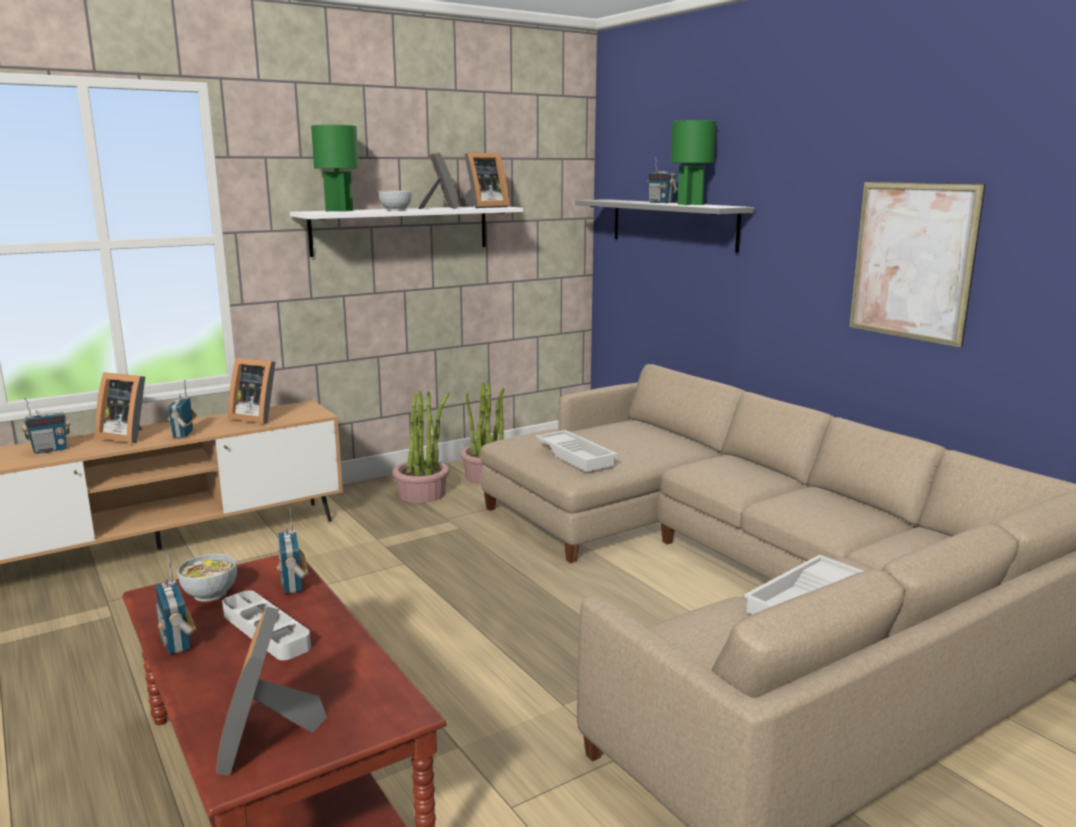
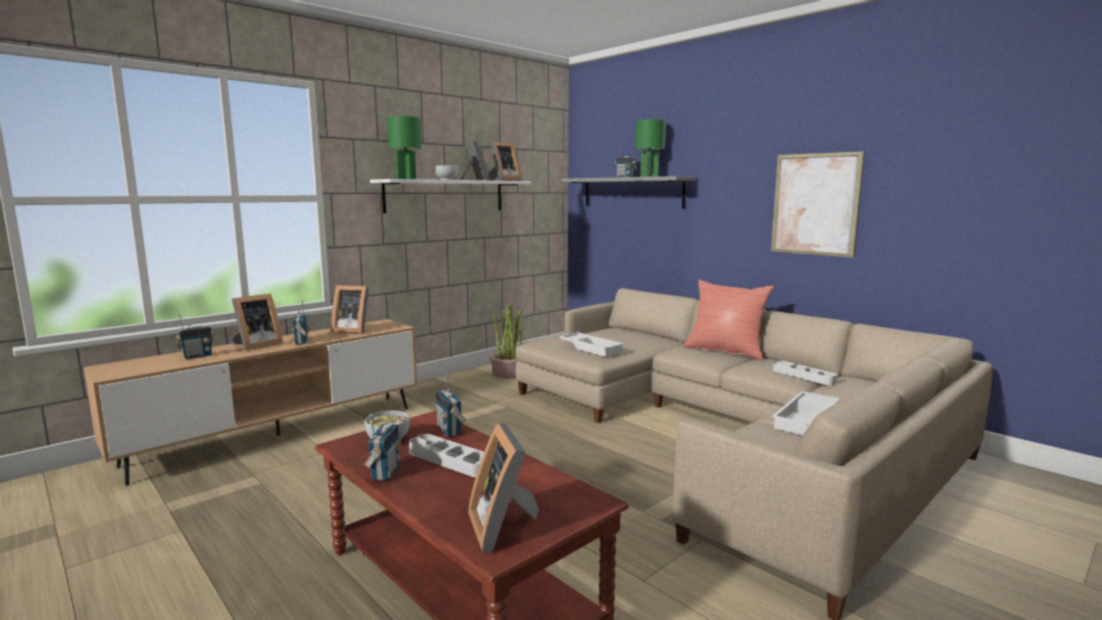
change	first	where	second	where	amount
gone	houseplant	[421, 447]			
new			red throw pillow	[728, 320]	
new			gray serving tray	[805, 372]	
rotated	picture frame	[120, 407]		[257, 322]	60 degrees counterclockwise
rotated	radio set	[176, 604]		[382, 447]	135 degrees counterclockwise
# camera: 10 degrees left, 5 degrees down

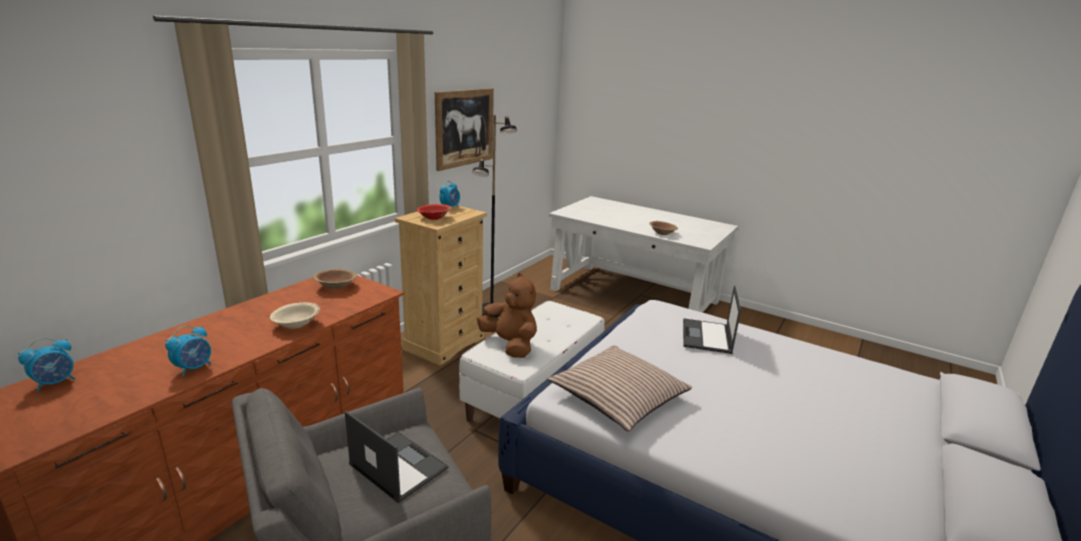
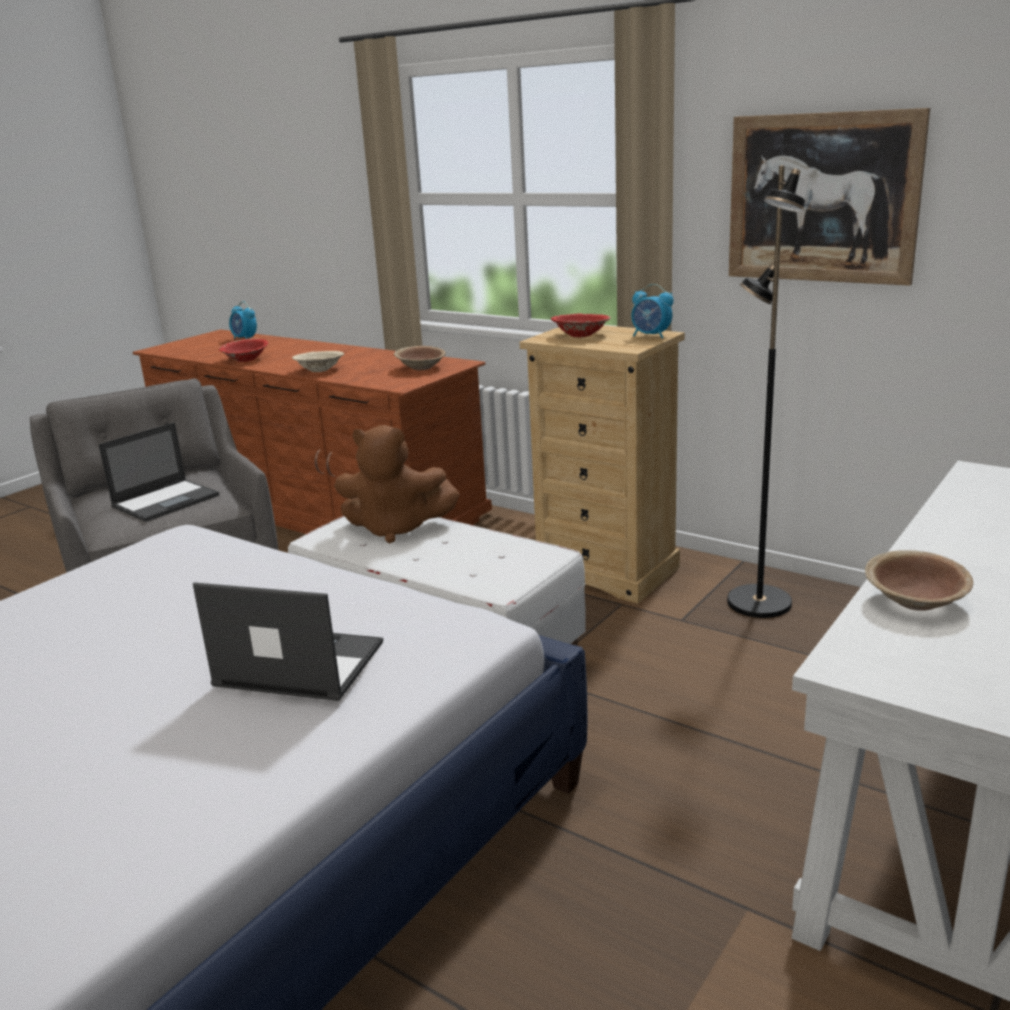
change	first	where	second	where	amount
gone	throw pillow	[620, 388]			
swapped	table clock	[188, 351]	red deep dish	[243, 350]	
rotated	brown-coloured soft toy	[507, 315]		[397, 484]	45 degrees clockwise
# camera: 95 degrees right, 0 degrees up

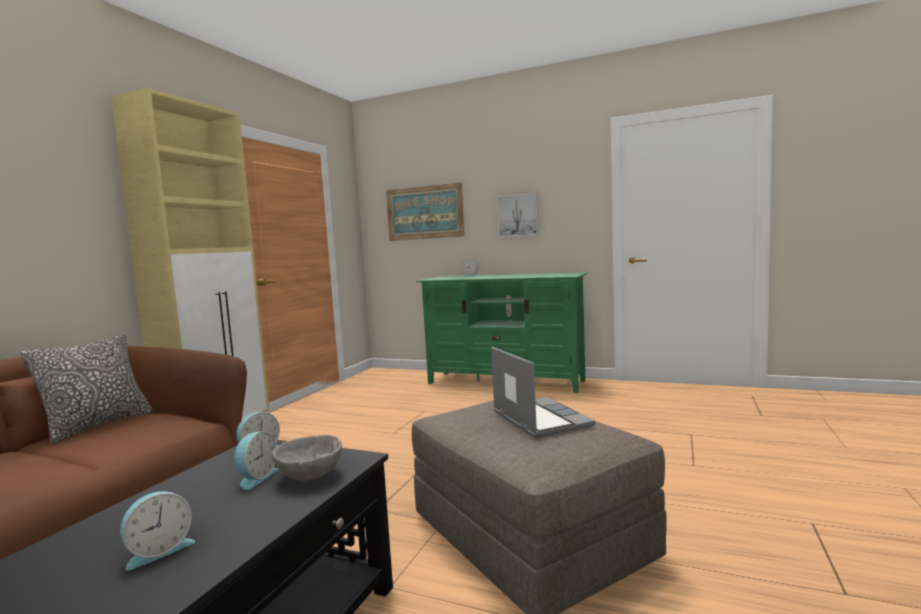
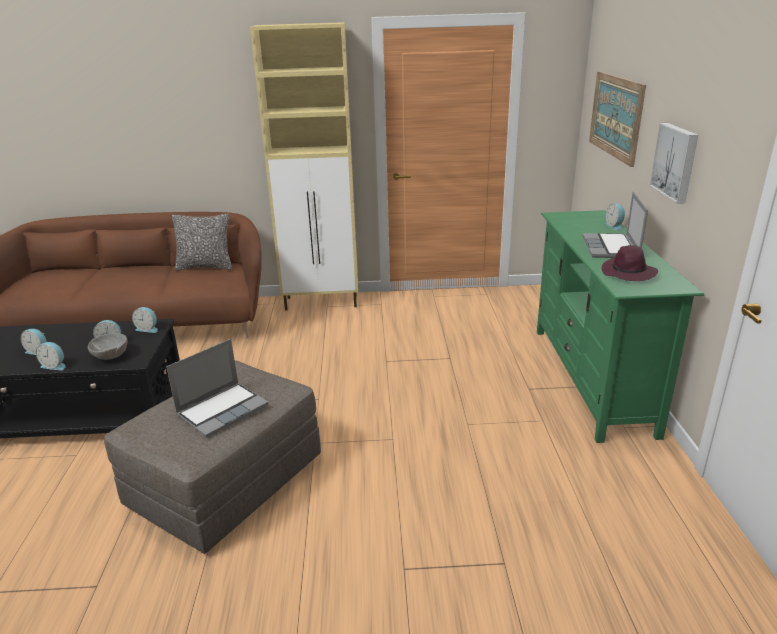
change	first	where	second	where	amount
new			table clock	[51, 356]	
new			notebook computer	[615, 225]	
new			purple hat	[629, 263]	
# camera: 65 degrees right, 20 degrees up

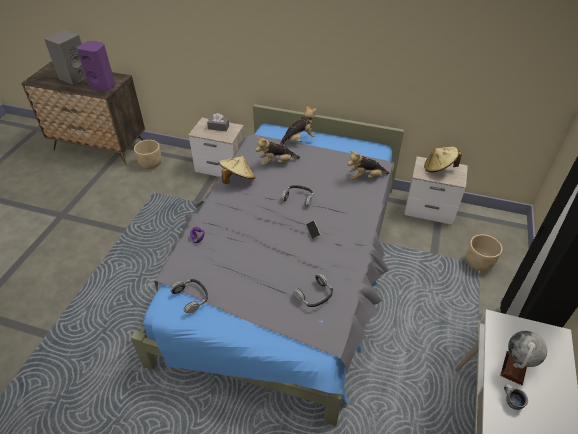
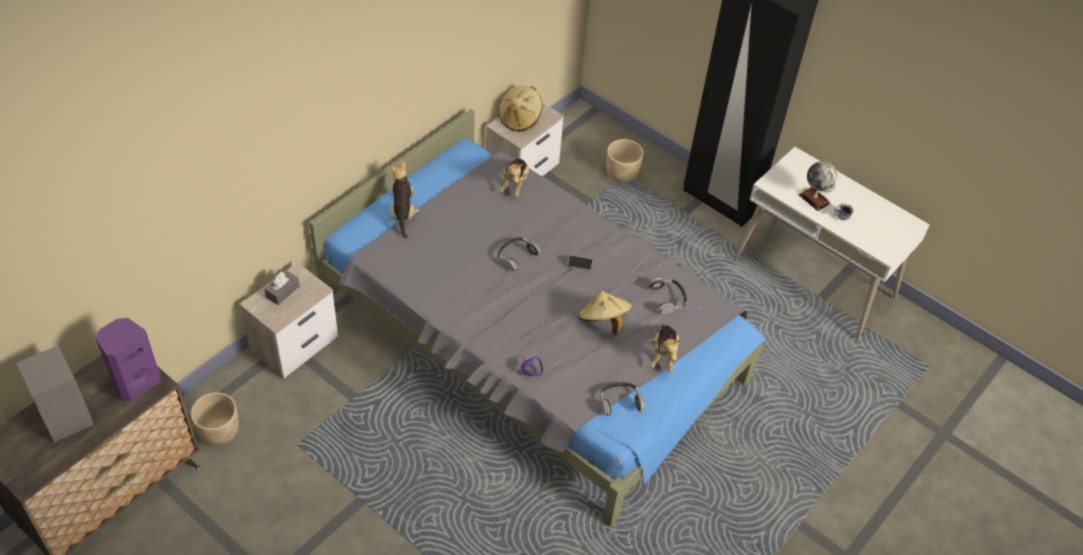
change	first	where	second	where	amount
shifted	beige hat	[236, 170]		[605, 312]	
shifted	soft toy	[278, 151]		[664, 348]	
# camera: 70 degrees left, 5 degrees up

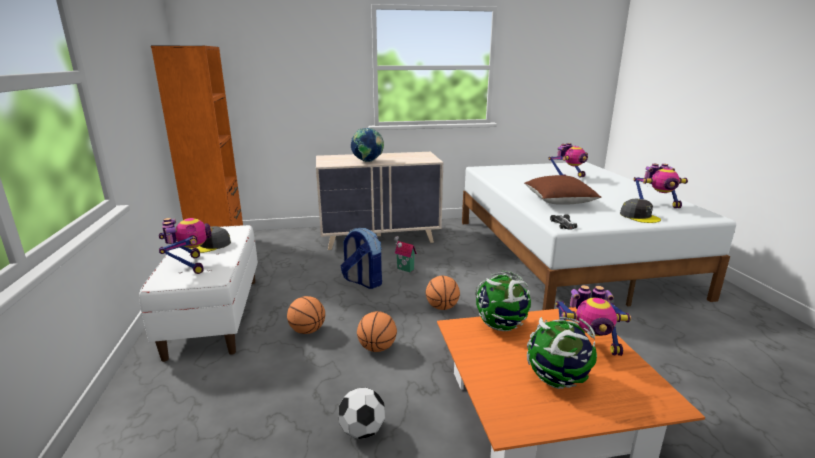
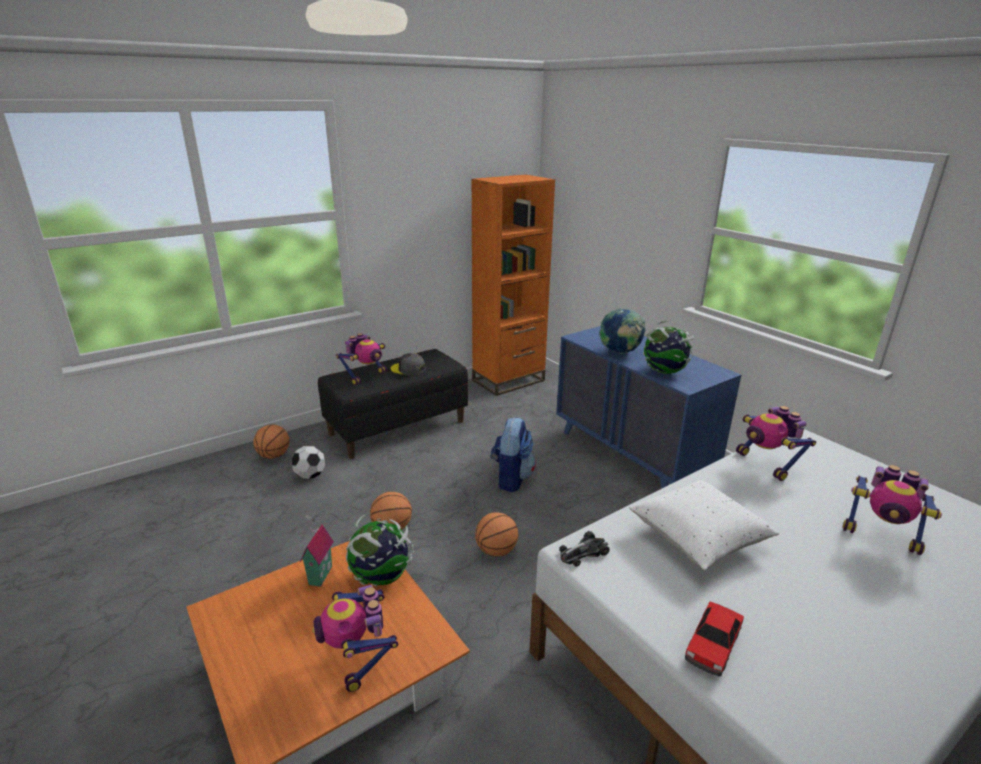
change	first	where	second	where	amount
shifted	basketball ball	[306, 315]		[271, 442]	
shifted	ball for football	[361, 413]		[308, 462]	
shifted	miniature house	[405, 254]		[317, 550]	
shifted	desk globe	[562, 353]		[669, 347]	
shifted	model robot	[660, 186]		[776, 443]	
swapped	gray peaked cap	[640, 211]	model car	[714, 639]	
repainted	white bench	[198, 293]	black bench	[393, 404]	
repainted	beige chest of drawers	[379, 201]	bluish chest of drawers	[648, 407]	
repainted	brown-coloured throw pillow	[563, 190]	white throw pillow	[704, 525]	
# camera: 65 degrees right, 5 degrees up

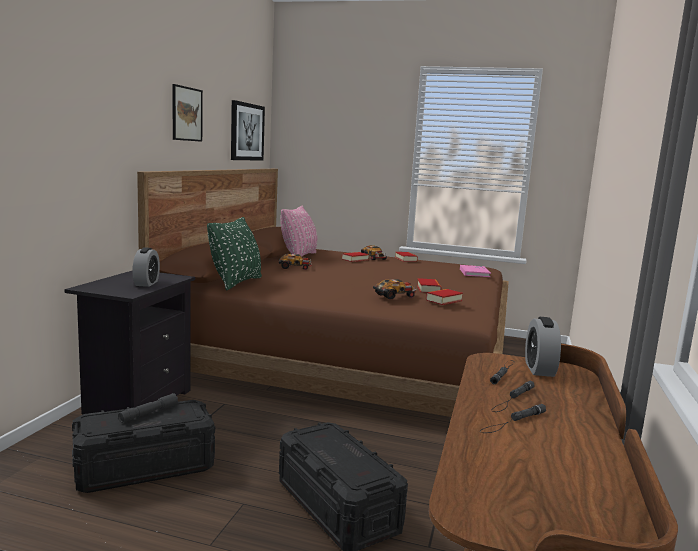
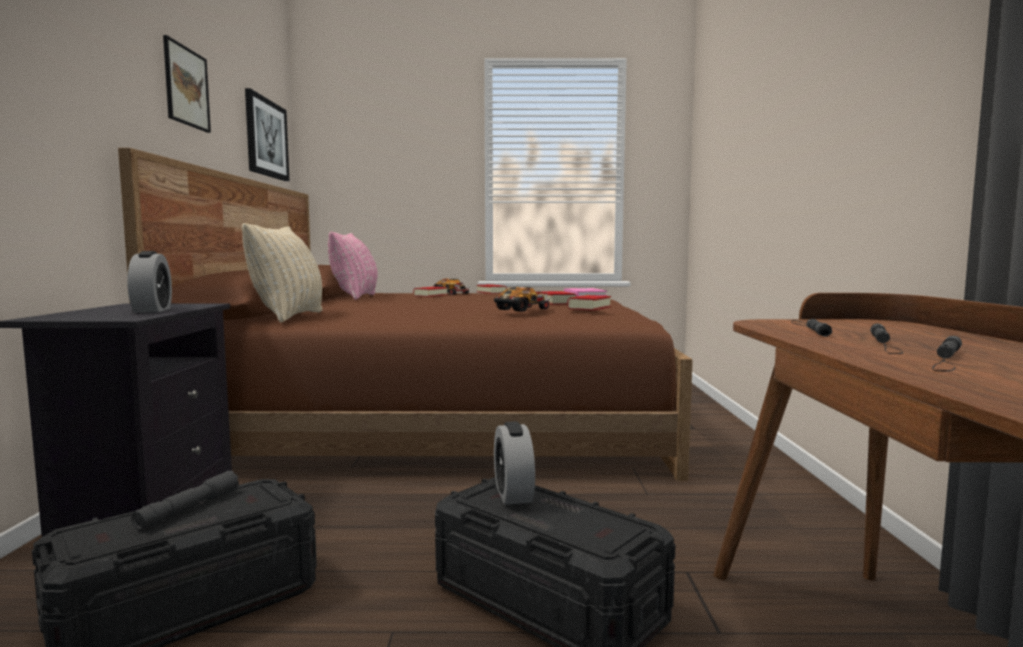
change	first	where	second	where	amount
gone	model car	[295, 262]			
shifted	table clock	[543, 347]		[514, 463]	
repainted	greenish throw pillow	[234, 253]	beige throw pillow	[282, 273]	
# camera: 15 degrees left, 5 degrees down

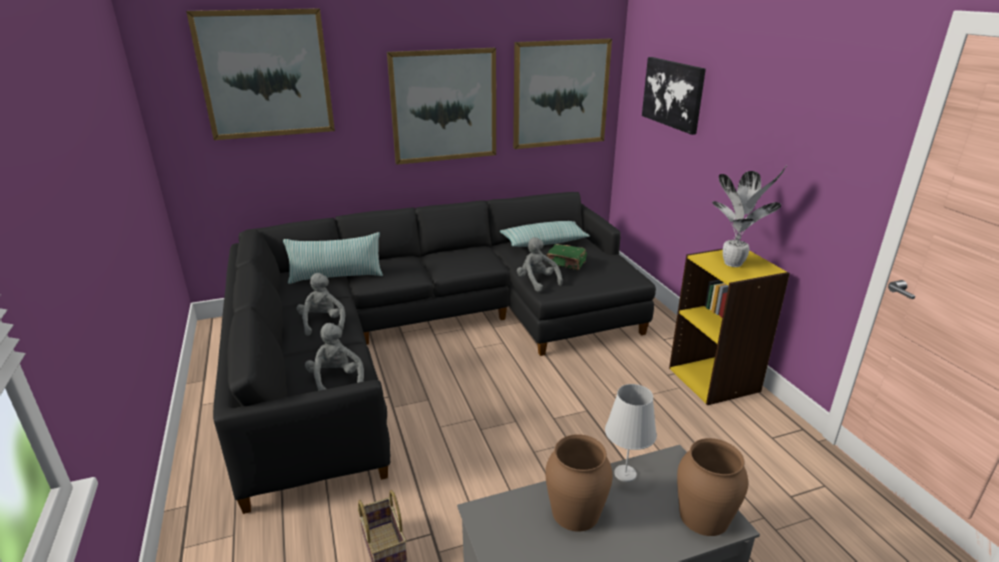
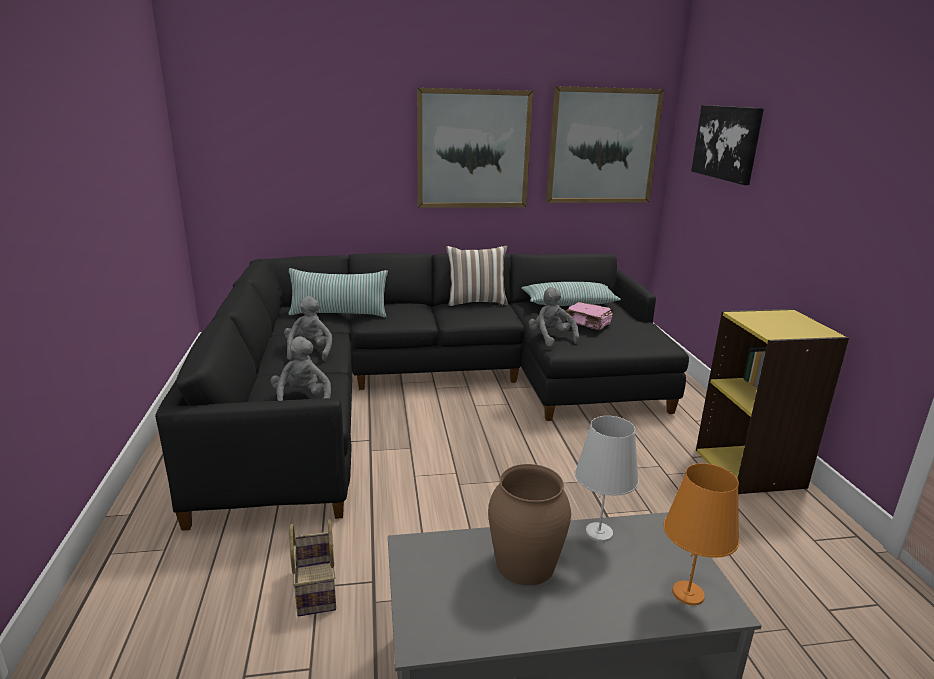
change	first	where	second	where	amount
gone	wall art	[260, 74]			
gone	houseplant	[749, 216]			
new			throw pillow	[477, 276]	
swapped	brown-coloured flower vase	[712, 487]	orange tabletop lamp	[701, 534]	
repainted	greenish book	[566, 257]	pink book	[589, 316]	
# camera: 10 degrees right, 5 degrees down

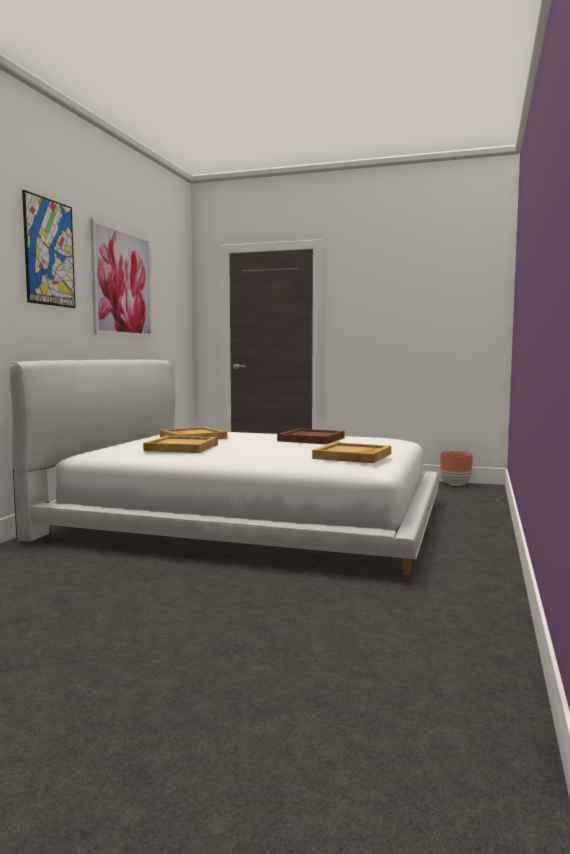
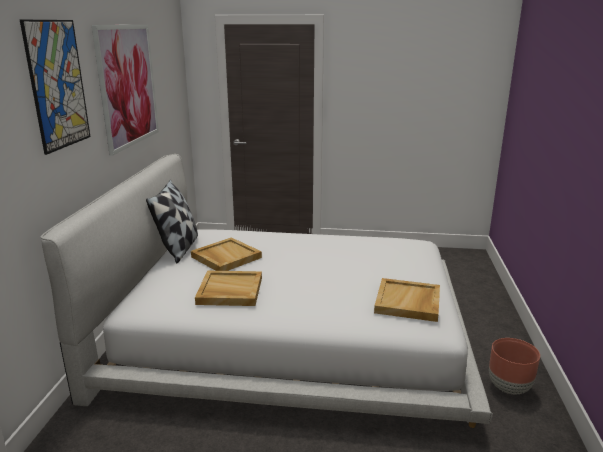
change	first	where	second	where	amount
gone	brown-coloured serving tray	[311, 436]			
new			throw pillow	[172, 221]	
shifted	brown-coloured flower pot	[456, 468]		[514, 366]	
# camera: 10 degrees left, 15 degrees up

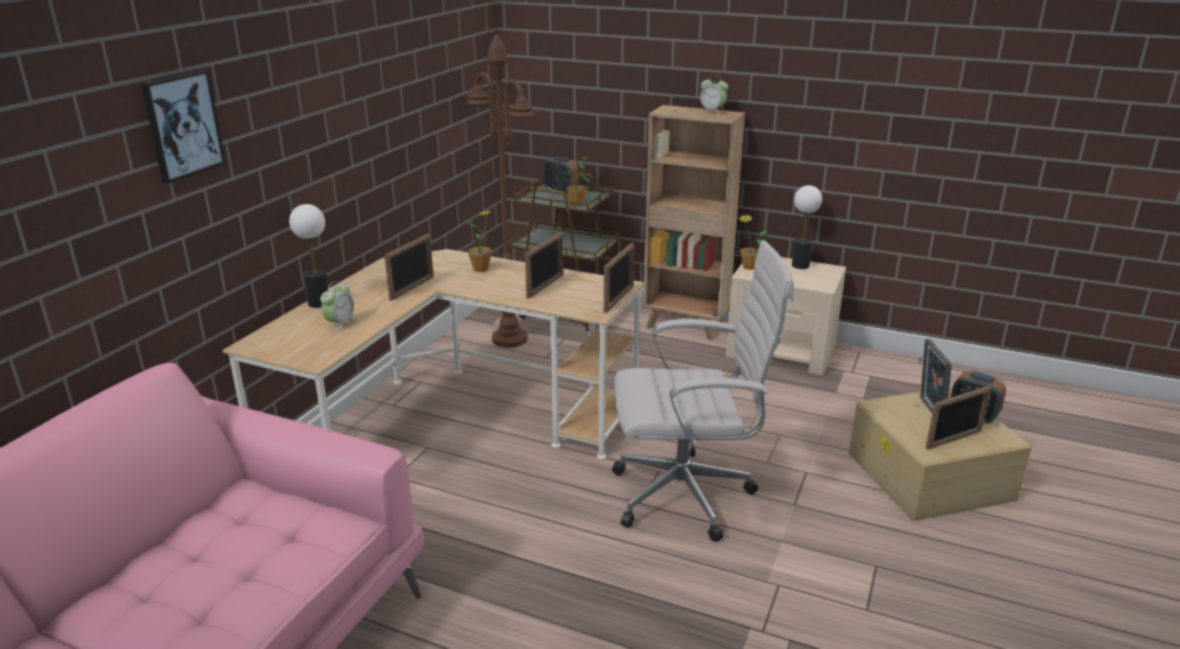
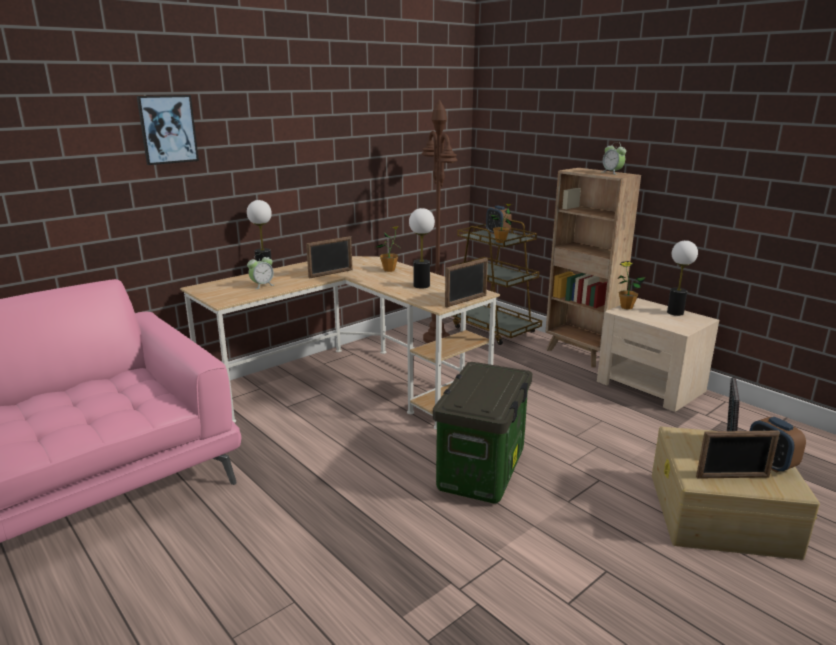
change	first	where	second	where	amount
swapped	picture frame	[544, 265]	tabletop lamp	[422, 248]	
swapped	white computer chair	[703, 391]	storage container	[482, 433]	
# camera: 25 degrees right, 5 degrees down

